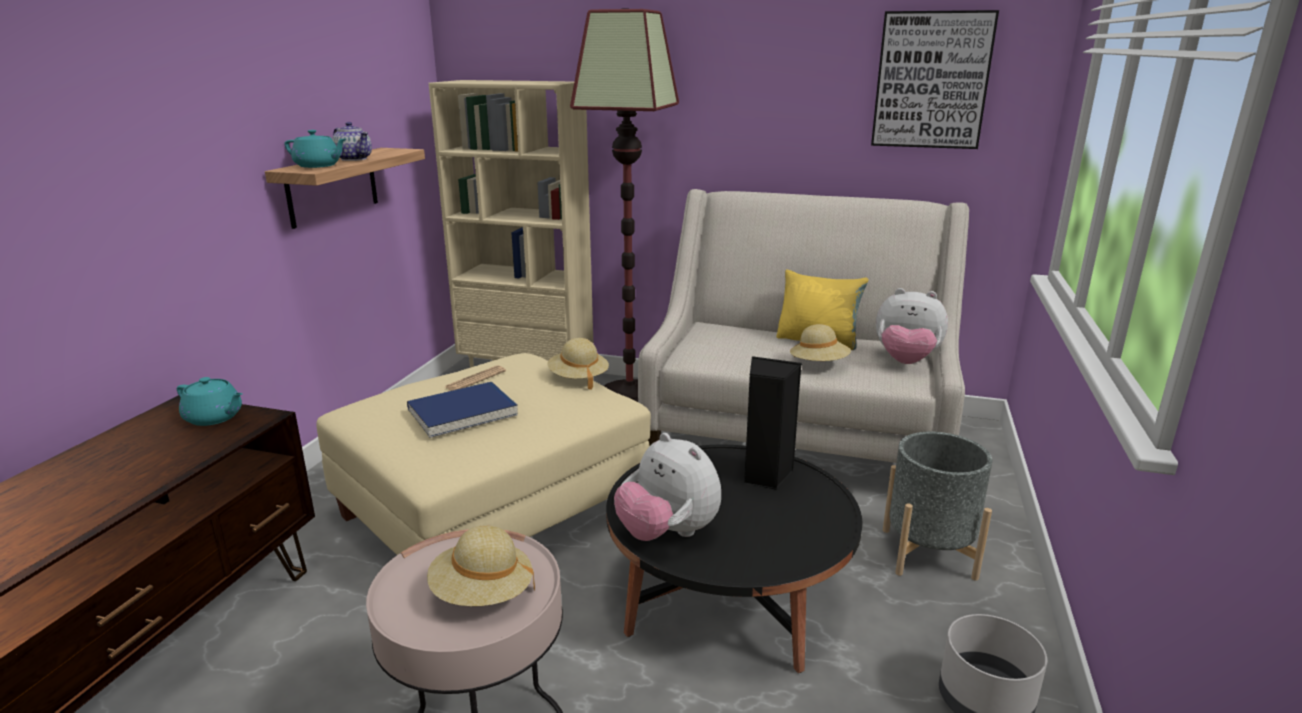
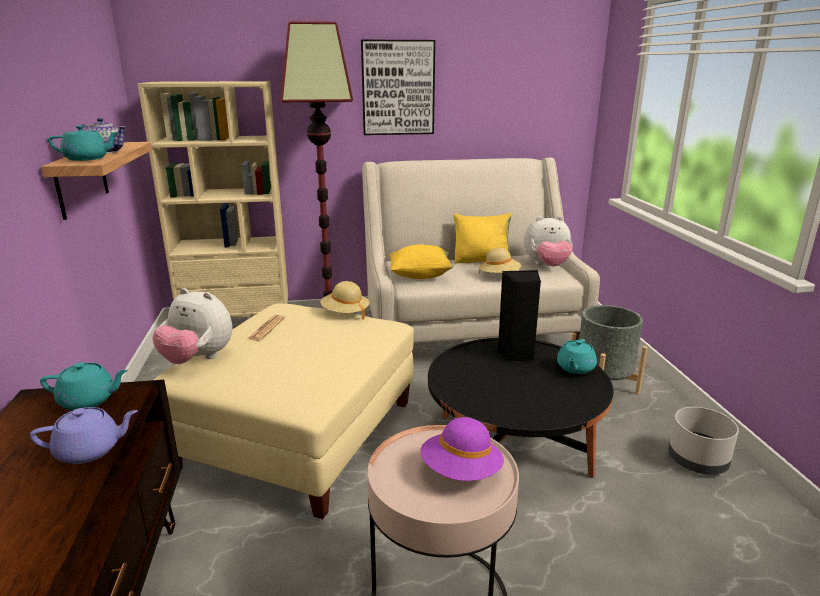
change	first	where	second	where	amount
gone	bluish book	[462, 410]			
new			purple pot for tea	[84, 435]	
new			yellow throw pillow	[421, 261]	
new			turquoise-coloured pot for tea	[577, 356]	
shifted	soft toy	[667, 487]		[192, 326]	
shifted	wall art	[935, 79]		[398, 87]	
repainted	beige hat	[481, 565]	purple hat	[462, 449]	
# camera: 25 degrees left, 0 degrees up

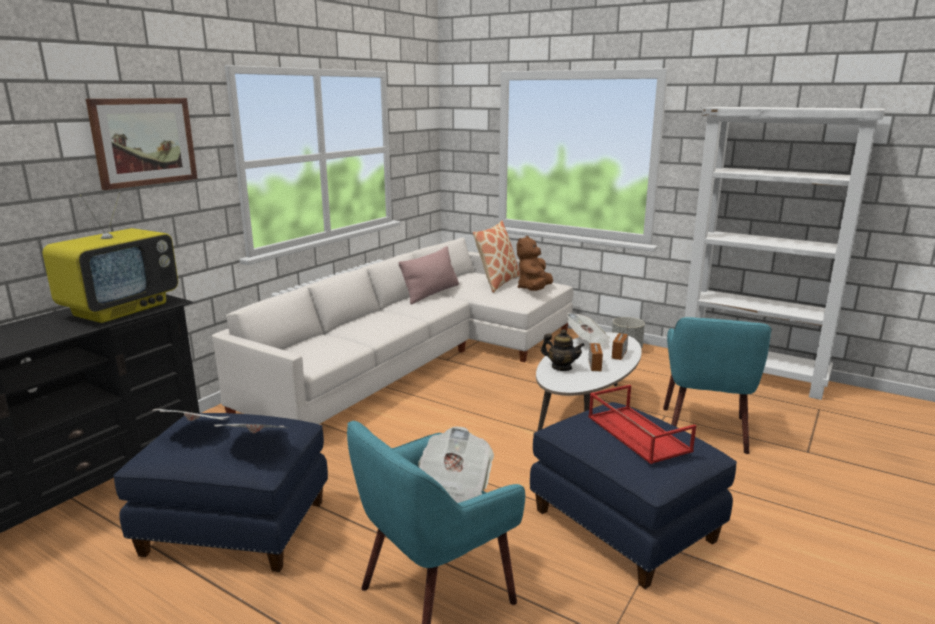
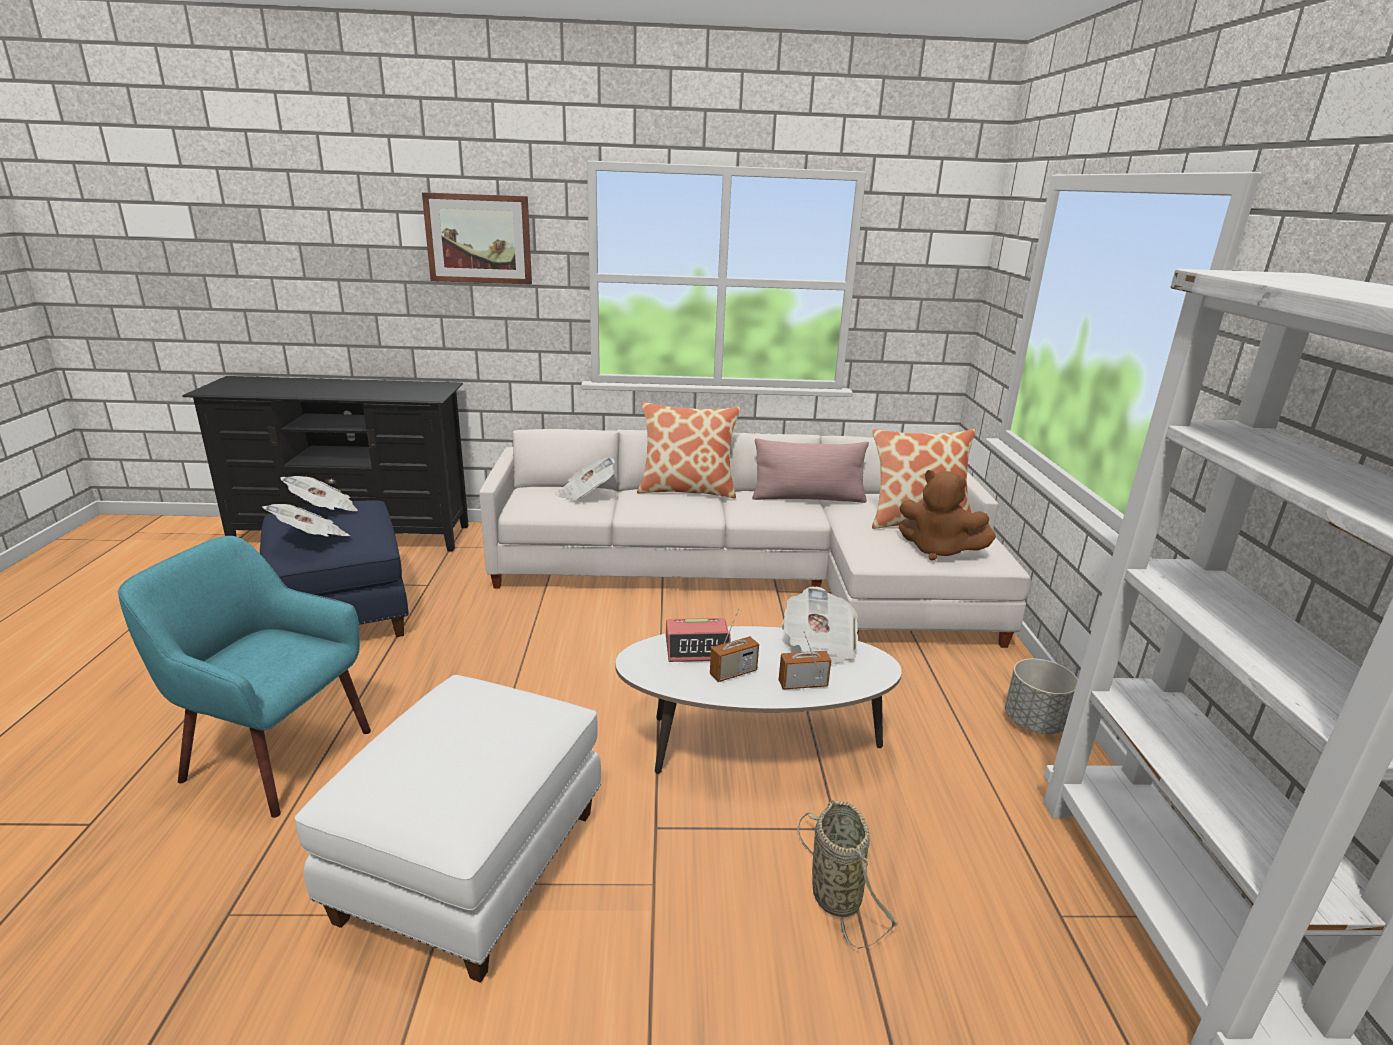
change	first	where	second	where	amount
gone	TV set	[110, 257]			
gone	red serving tray	[642, 424]			
new			throw pillow	[689, 450]	
shifted	newspaper	[456, 465]		[585, 479]	
swapped	pot for tea	[563, 350]	table clock	[698, 640]	
swapped	turquoise-coloured lounge chair	[717, 385]	household basket	[848, 874]	
repainted	bluish footrest	[633, 495]	white footrest	[447, 829]	
rotated	brown-coloured soft toy	[535, 263]		[947, 515]	135 degrees counterclockwise
# camera: 55 degrees right, 5 degrees up

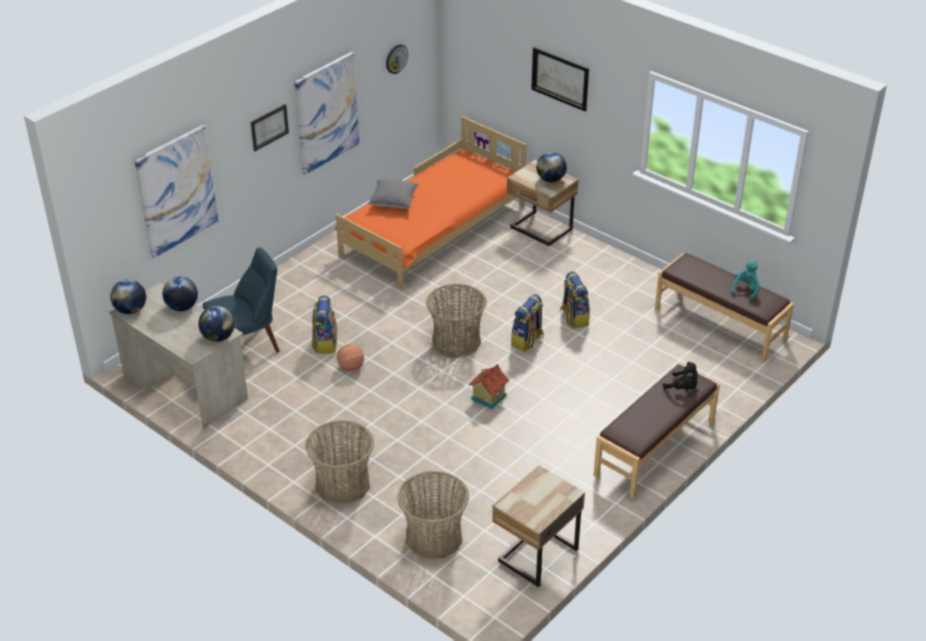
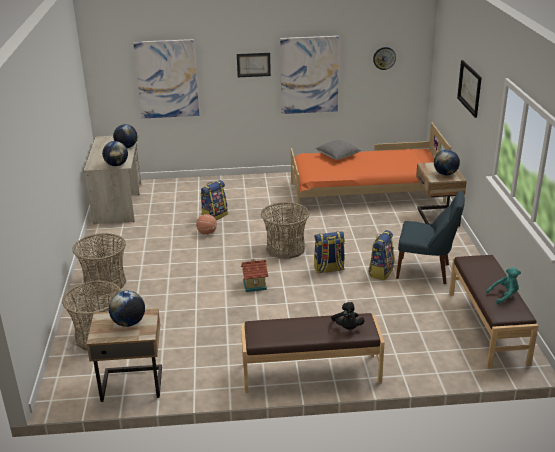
change	first	where	second	where	amount
shifted	desk globe	[128, 296]		[127, 309]	
shifted	bluish plain chair	[241, 300]		[430, 237]	
# camera: 45 degrees right, 10 degrees down

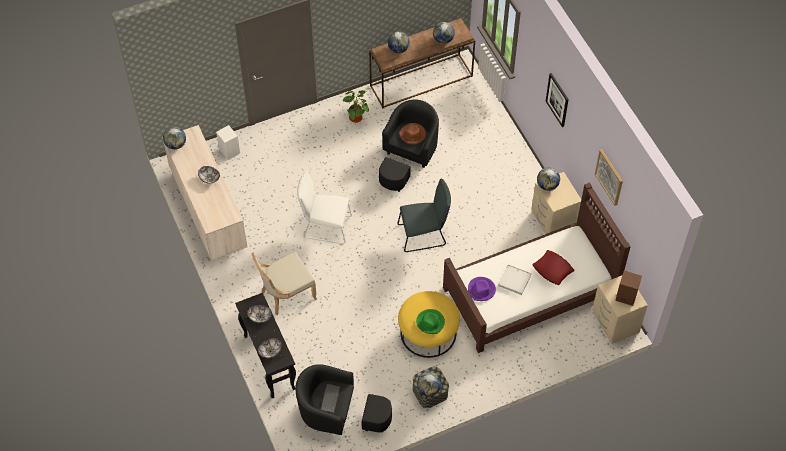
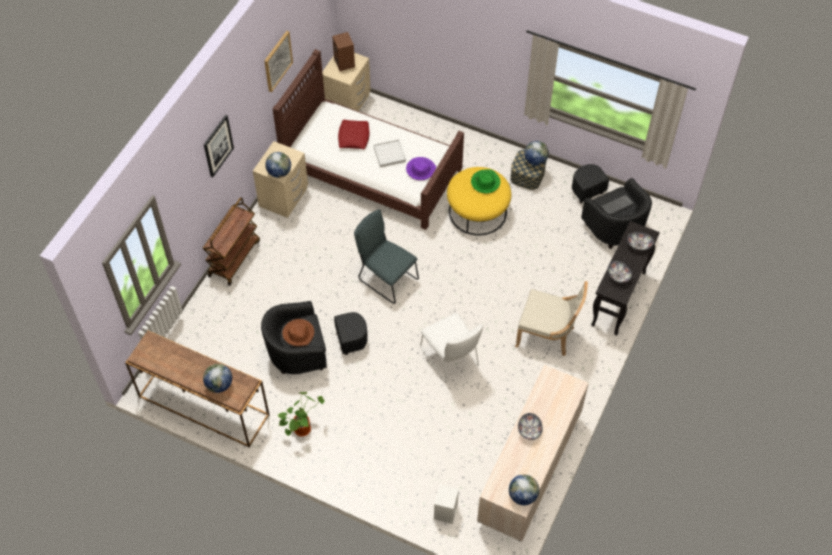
change	first	where	second	where	amount
gone	desk globe	[444, 33]			
new			brown-coloured trolley	[231, 241]	
# camera: 130 degrees left, 0 degrees up

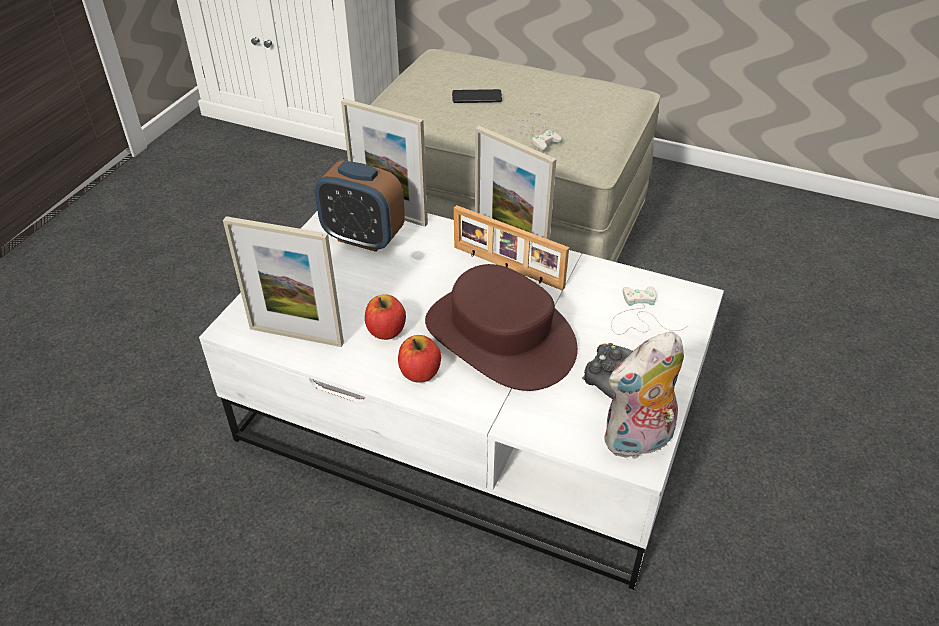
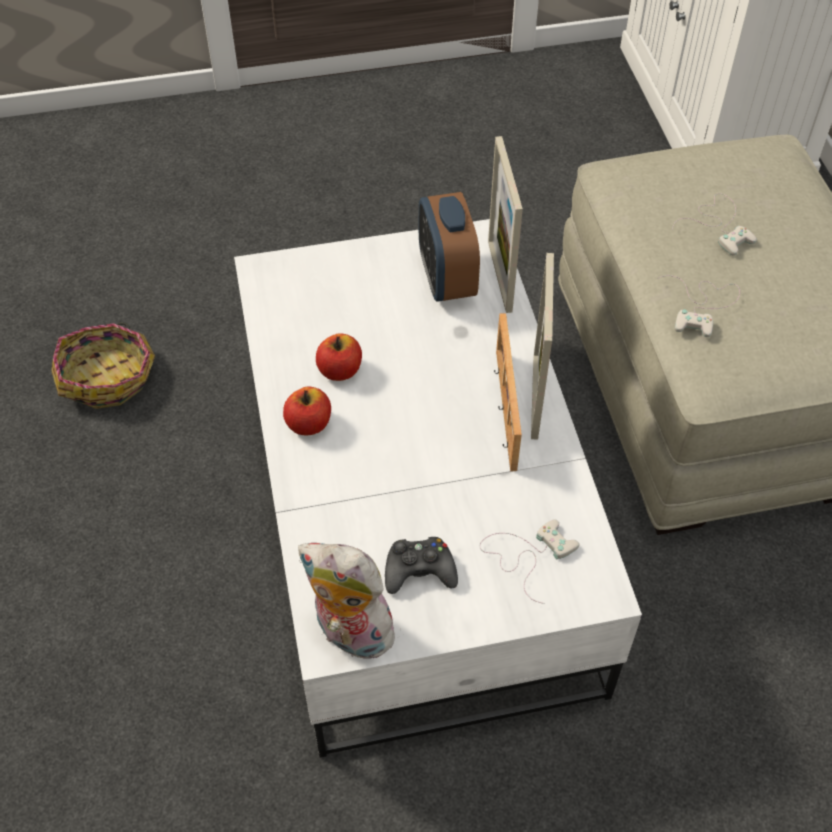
change	first	where	second	where	amount
gone	picture frame	[283, 281]			
gone	brown-coloured hat	[501, 327]			
new			household basket	[103, 366]	
swapped	phone	[477, 96]	white joypad	[714, 224]	
# camera: 55 degrees right, 10 degrees up

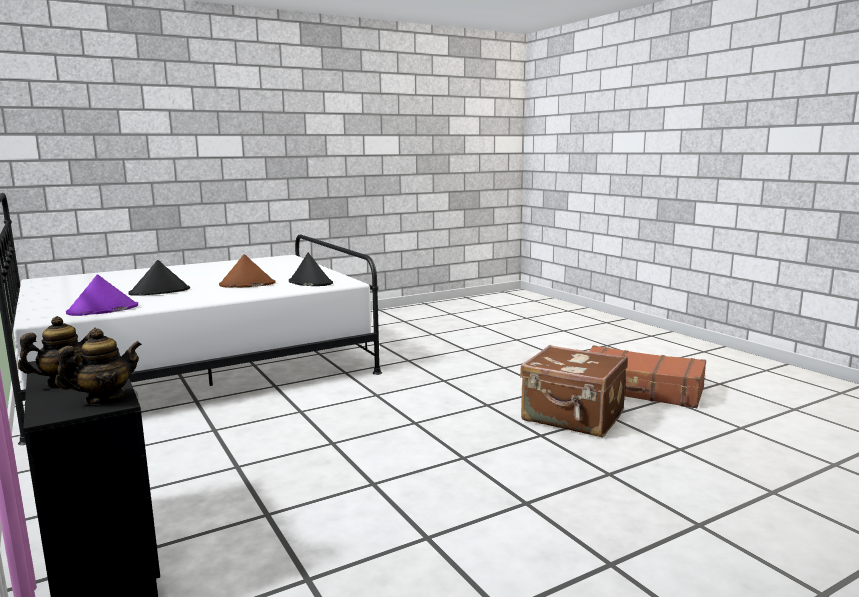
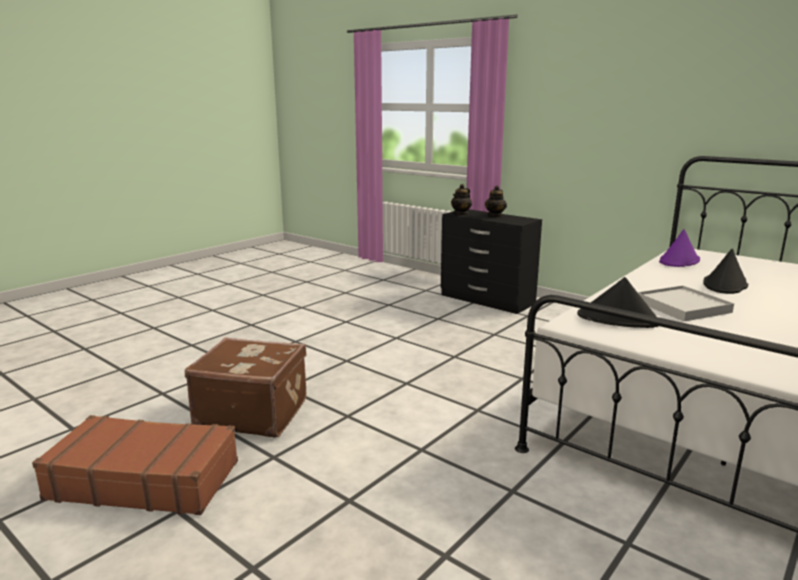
change	first	where	second	where	amount
swapped	brown-coloured hat	[247, 270]	white serving tray	[686, 303]	
# camera: 160 degrees right, 5 degrees up

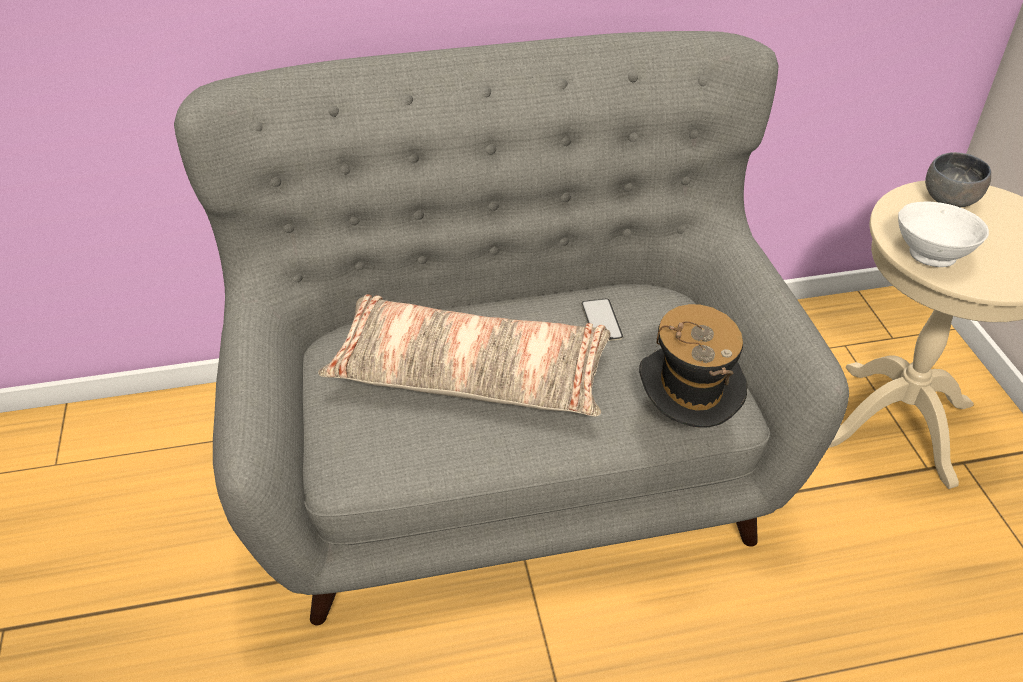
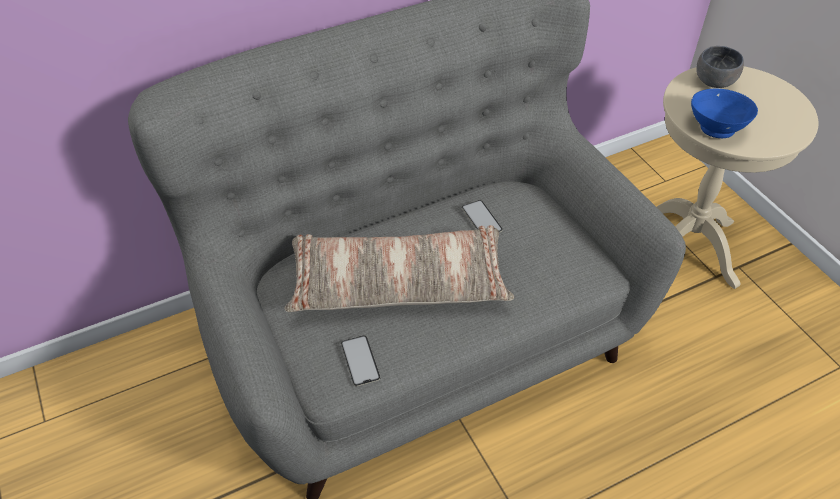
change	first	where	second	where	amount
gone	hat	[693, 366]			
new			phone	[360, 360]	
repainted	white deep dish	[943, 234]	bluish deep dish	[724, 113]	
# camera: 15 degrees left, 5 degrees up

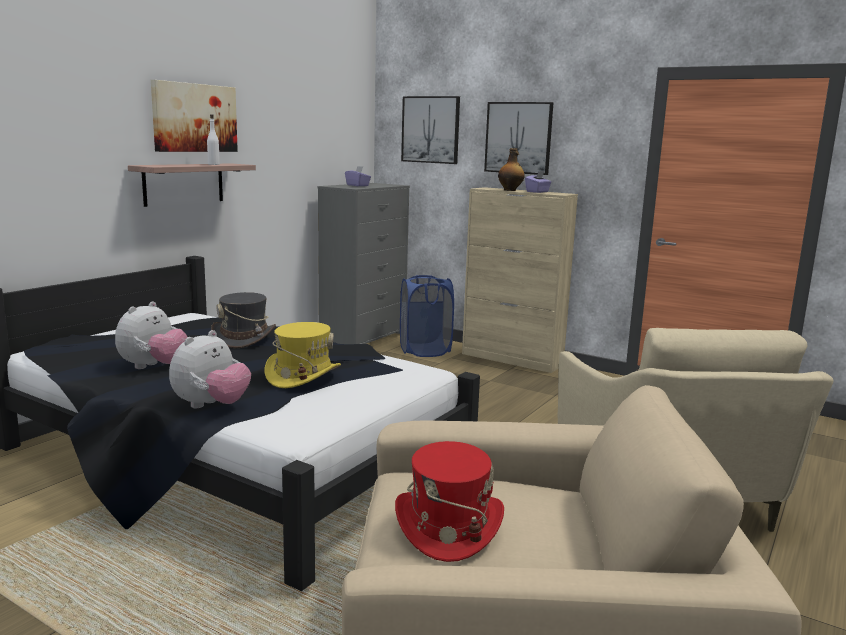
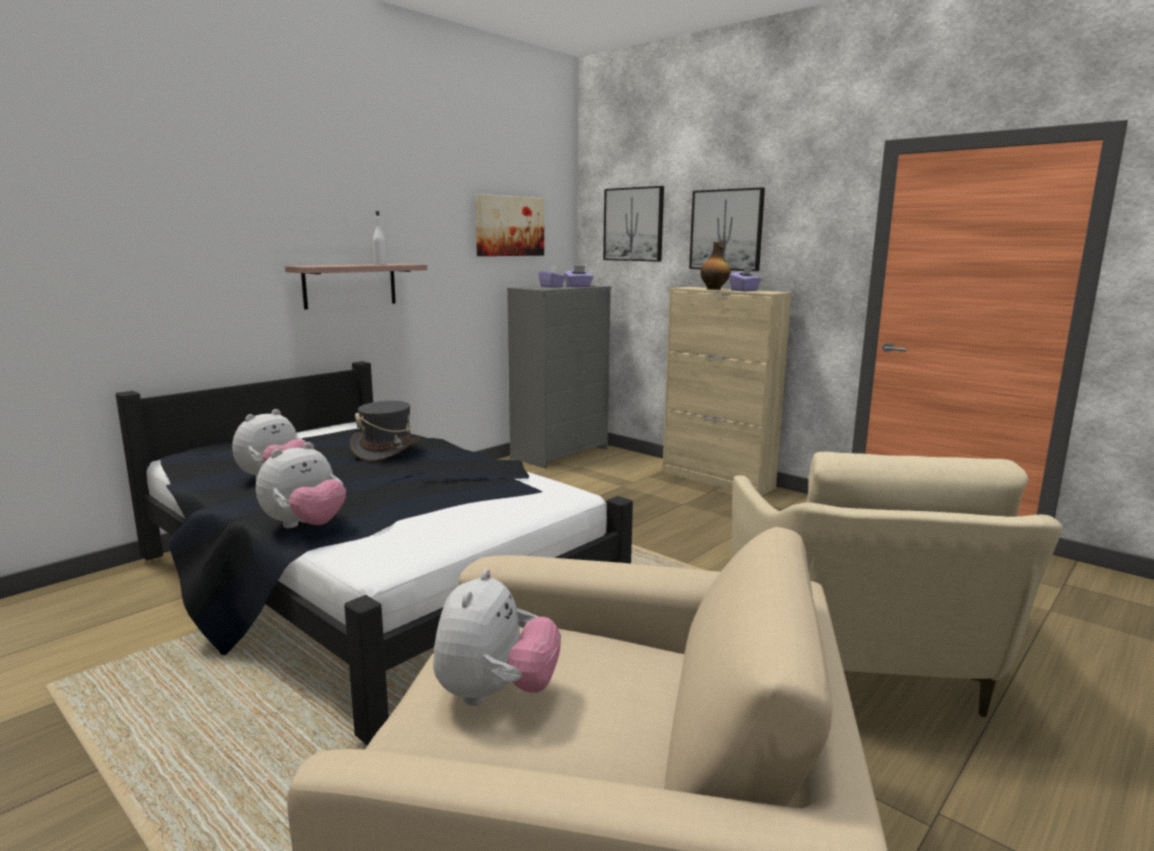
change	first	where	second	where	amount
gone	yellow hat	[303, 355]			
gone	bluish hamper	[427, 316]			
new			purple tissue holder	[578, 276]	
shifted	wall art	[194, 116]		[509, 225]	
swapped	red hat	[449, 501]	soft toy	[497, 637]	
# camera: 10 degrees right, 0 degrees up

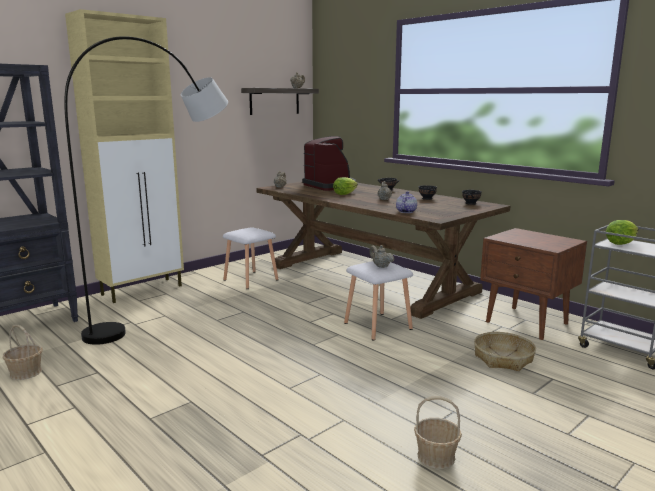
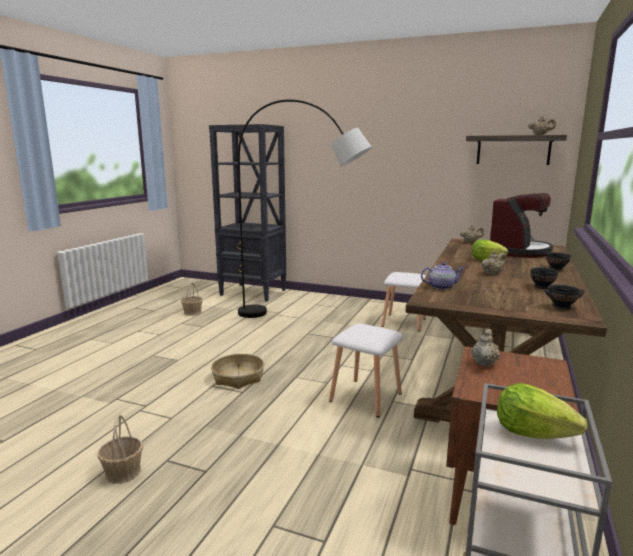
change	first	where	second	where	amount
gone	beige cabinet	[124, 156]			
shifted	beige pot for tea	[381, 256]		[486, 348]	
shifted	household basket	[505, 351]		[237, 371]	
# camera: 65 degrees right, 0 degrees up

